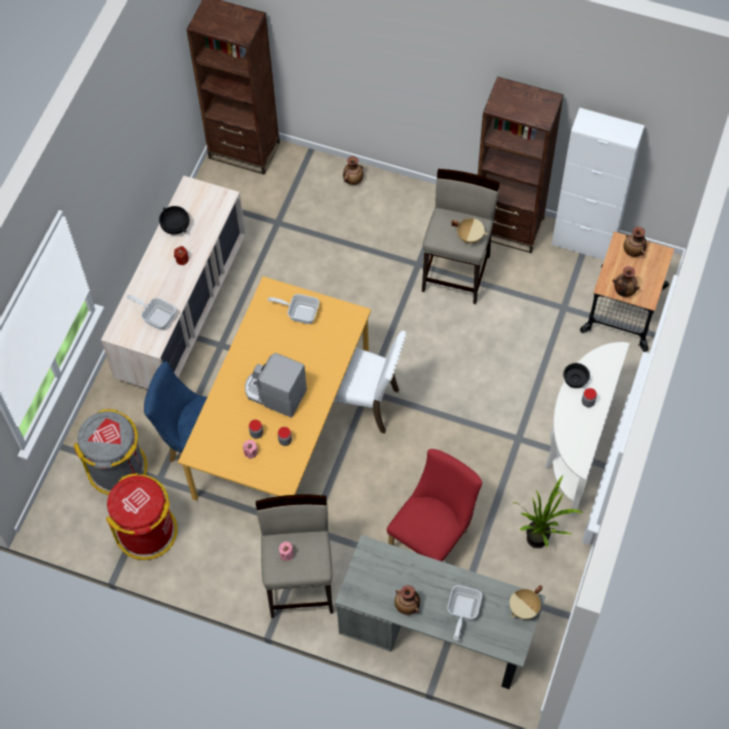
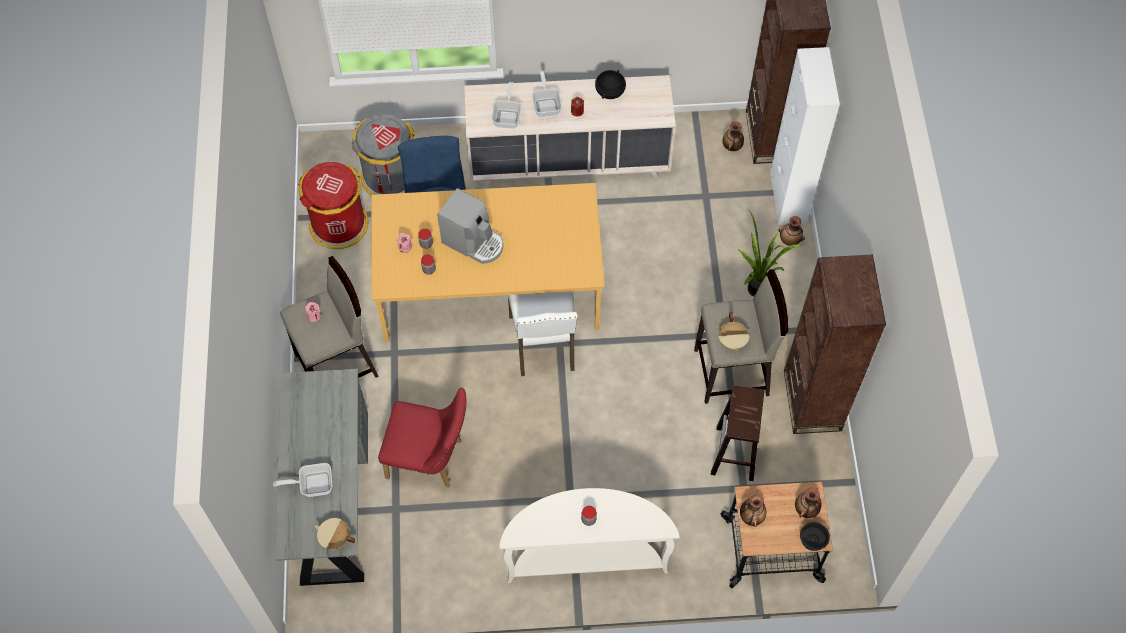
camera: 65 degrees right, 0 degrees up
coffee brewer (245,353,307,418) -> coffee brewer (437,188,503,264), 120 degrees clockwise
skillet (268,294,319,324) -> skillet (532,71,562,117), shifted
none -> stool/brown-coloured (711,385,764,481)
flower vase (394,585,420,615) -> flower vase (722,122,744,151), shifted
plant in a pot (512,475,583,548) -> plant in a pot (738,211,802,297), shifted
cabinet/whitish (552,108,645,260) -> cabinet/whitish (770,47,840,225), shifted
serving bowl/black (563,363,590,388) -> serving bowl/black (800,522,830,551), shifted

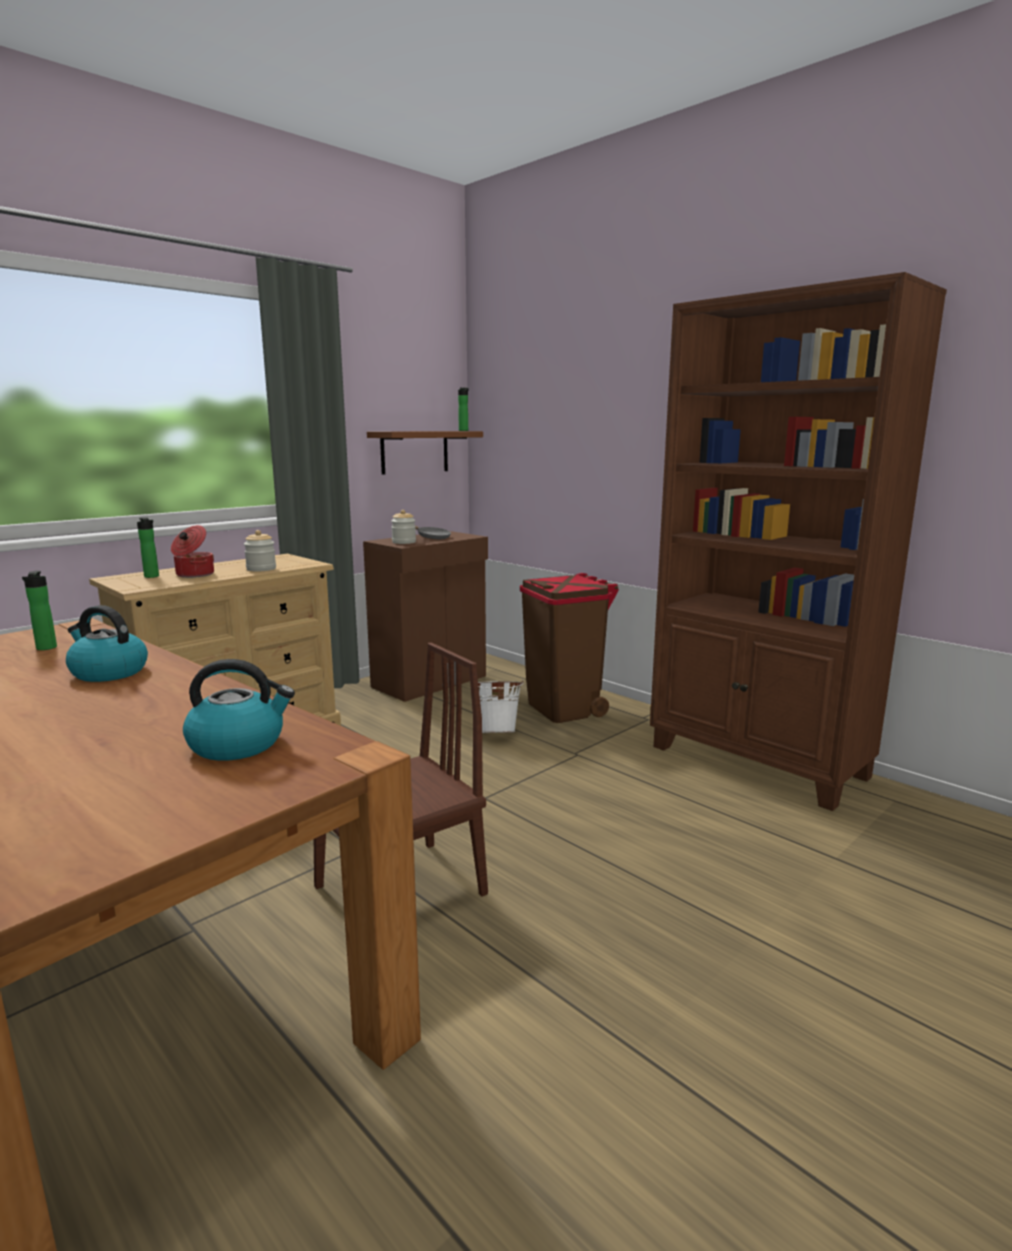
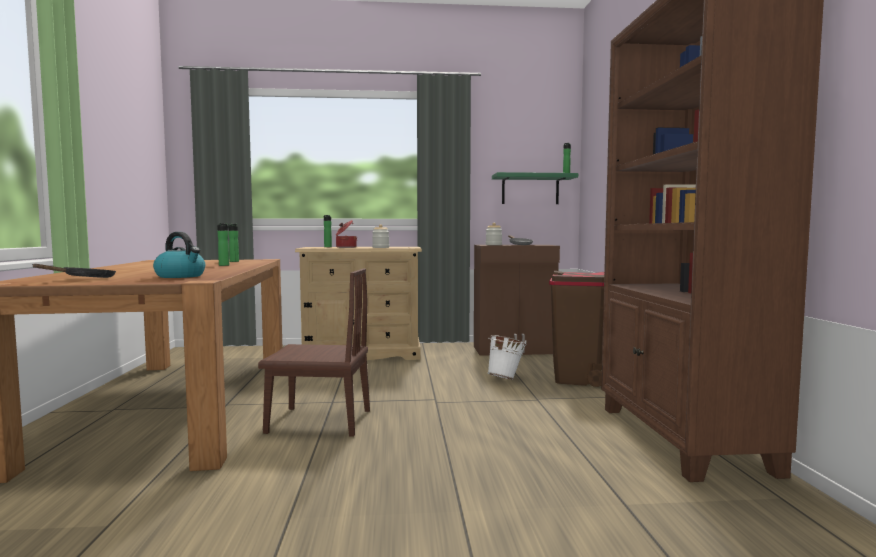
camera: 40 degrees right, 10 degrees down
none -> skillet/black (32,264,116,278)
water kettle (66,605,148,682) -> bottle (217,223,229,266)
shelf/brown-coloured (367,431,483,475) -> shelf/green-coloured (492,172,578,204)

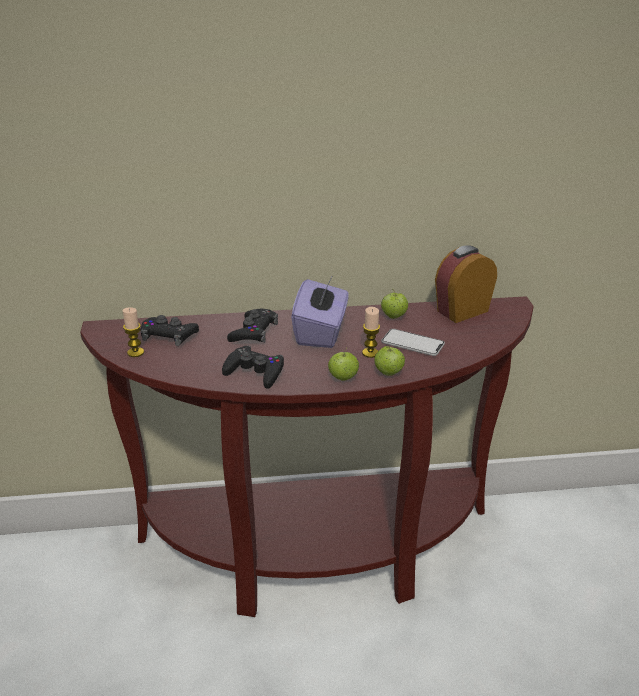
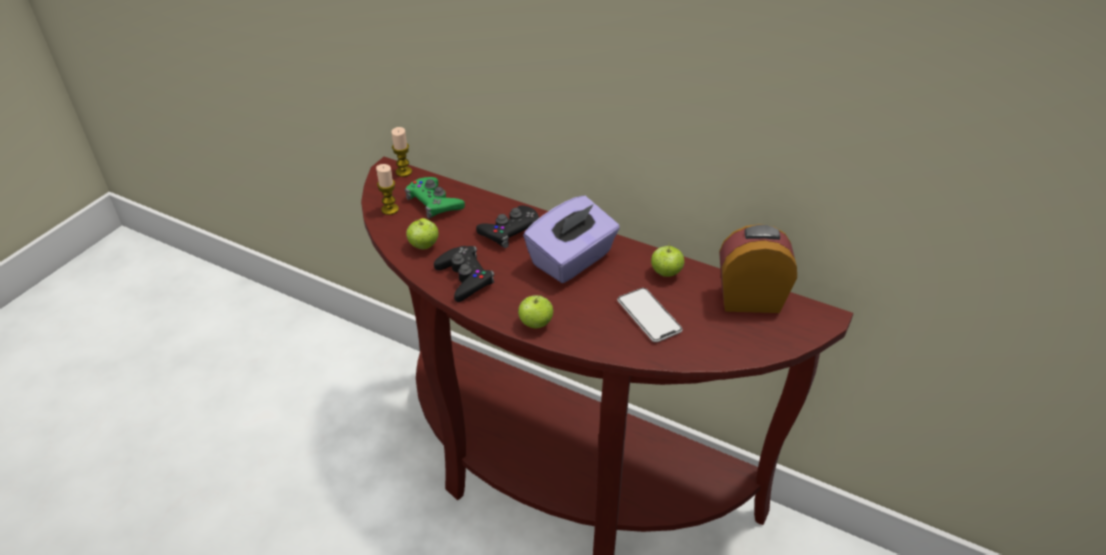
camera: 35 degrees right, 10 degrees up
candle (362,307,380,358) -> candle (391,127,412,177), shifted
joypad/black (140,315,199,346) -> joypad/green-coloured (405,177,465,219)
whole apple (374,346,405,376) -> whole apple (406,218,439,249), shifted

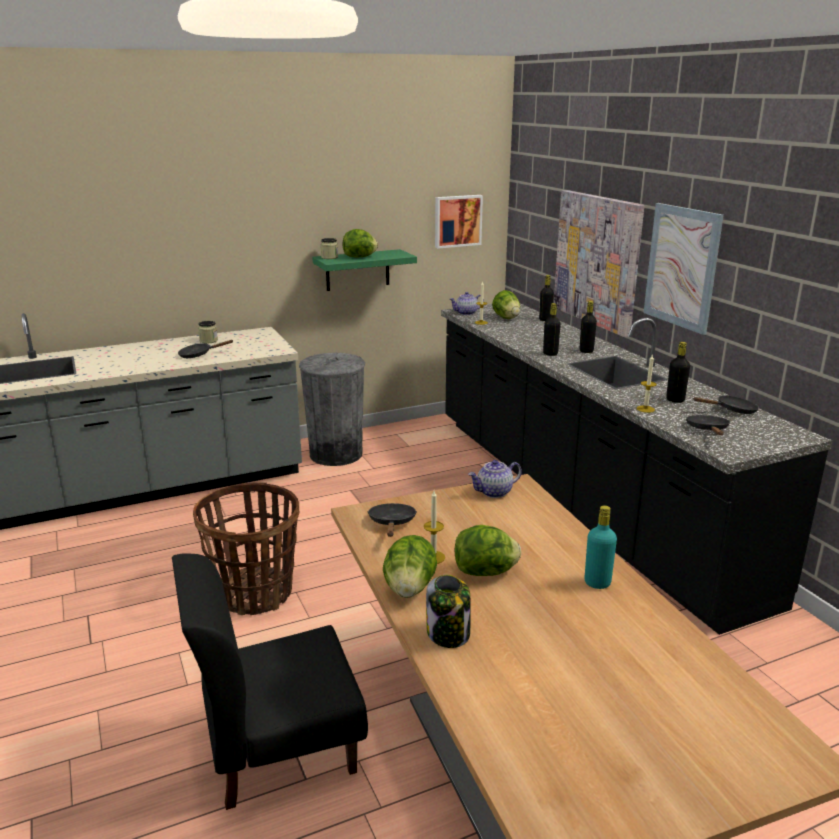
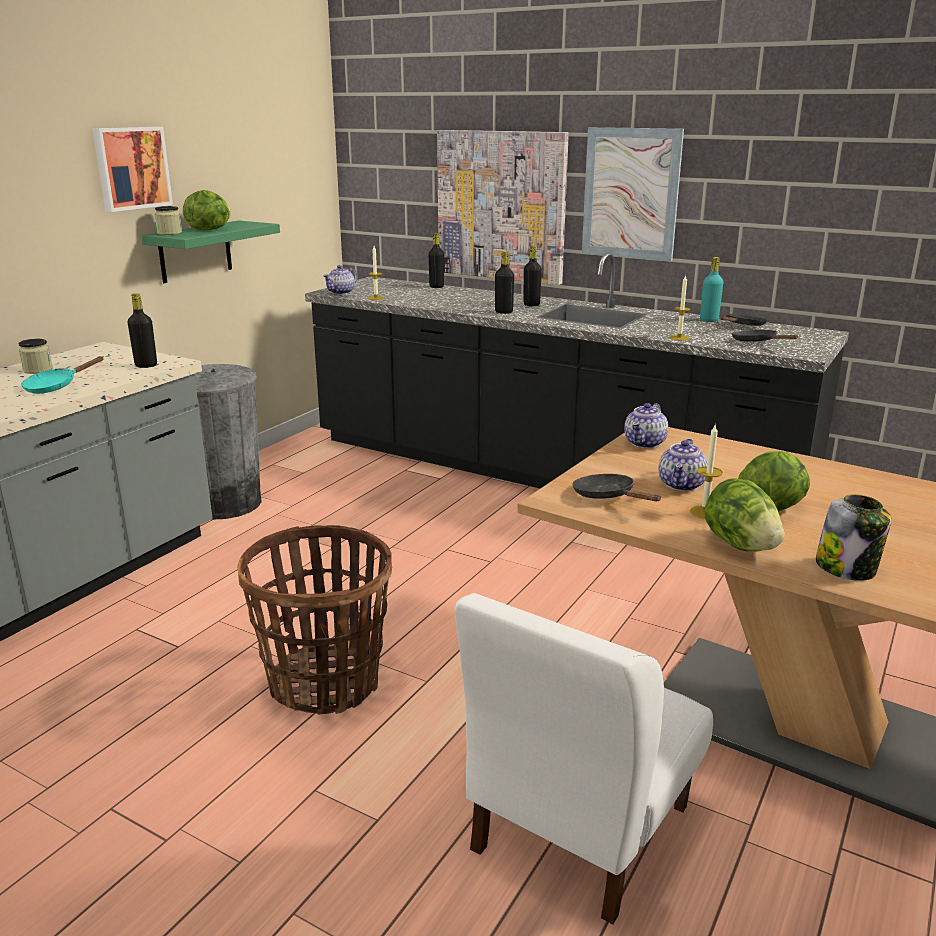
camera: 35 degrees left, 0 degrees up
skillet/black (178,340,234,358) -> skillet/turquoise (21,356,104,394)
wall picture (435,195,483,249) -> wall picture (92,127,173,212), shifted
bottle/black (666,342,690,403) -> bottle/black (128,293,157,368), shifted
plain chair/black (172,553,368,810) -> plain chair/whitish (455,593,713,924)
none -> pot for tea (659,439,708,491)
bottle/turquoise (584,505,617,589) -> bottle/turquoise (700,257,723,322), shifted
head of lettuce (492,290,520,319) -> none

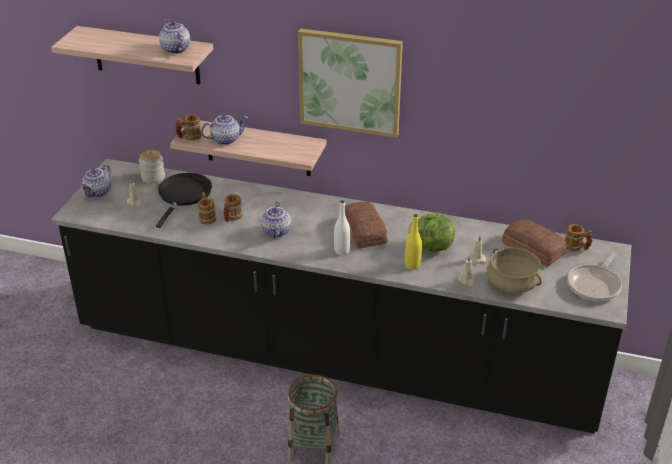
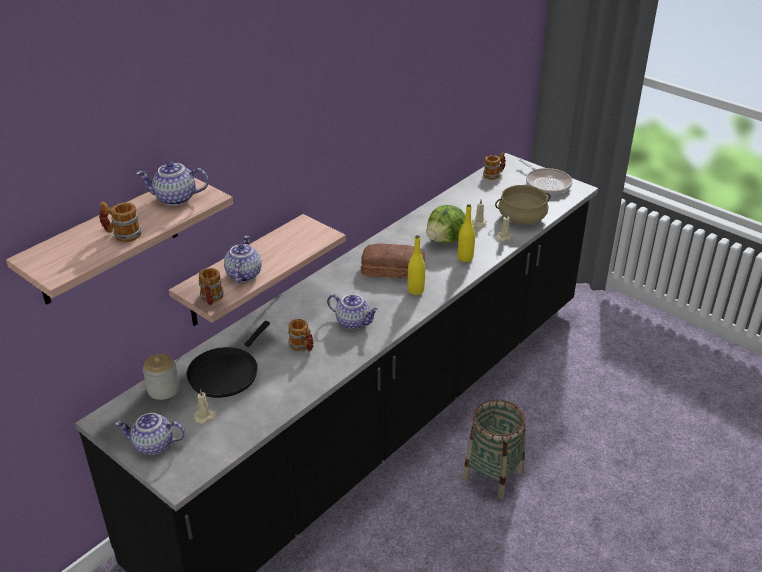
camera: 65 degrees left, 0 degrees up
mug (198,192,216,225) -> mug (99,201,141,242), shifted
pot for tea (80,164,111,198) -> pot for tea (115,413,185,455), 135 degrees clockwise
skillet/black (156,173,212,228) -> skillet/black (186,321,270,398), 105 degrees counterclockwise
bottle/whitish (334,200,350,255) -> bottle/yellowish (408,235,425,295)
wall picture (298,28,403,138) -> none
baked bread (502,219,567,267) -> none

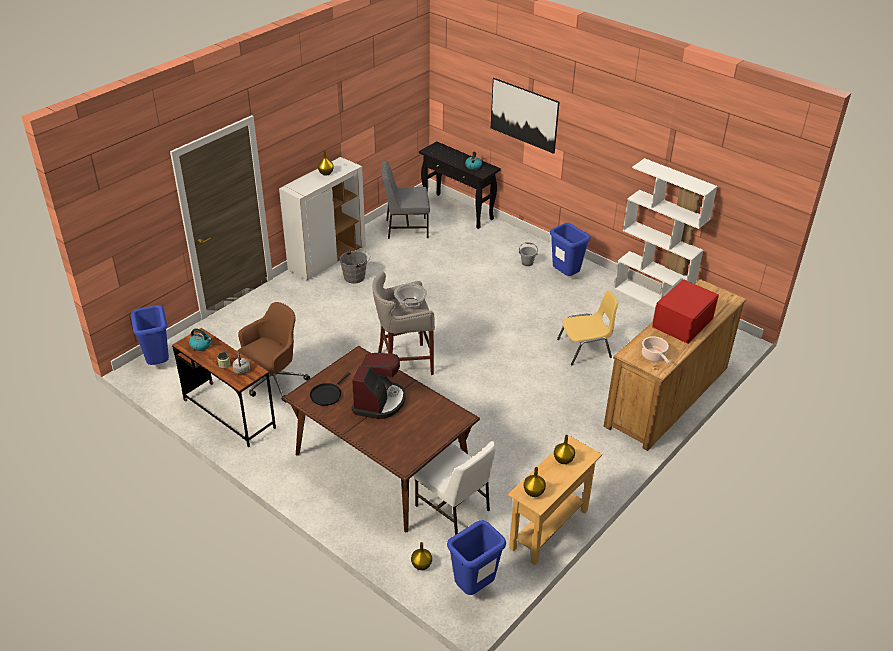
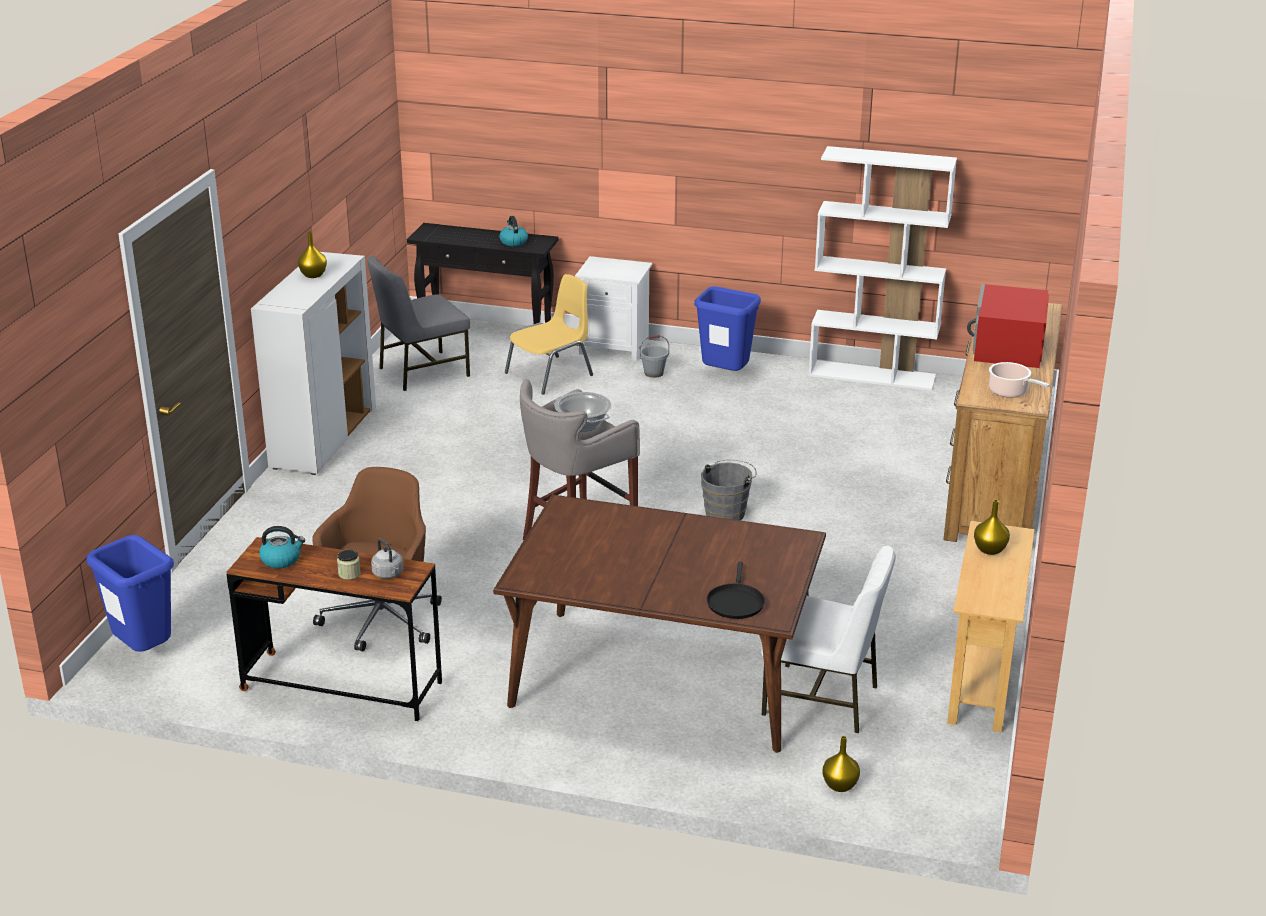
camera: 25 degrees left, 10 degrees down
plain chair/yellowish (557,290,618,365) -> plain chair/yellowish (505,274,593,395), shifted
none -> nightstand/whitish (575,256,652,361)
pail/grey (340,250,371,284) -> pail/grey (701,459,757,520), shifted
skillet/black (310,372,350,406) -> skillet/black (707,562,765,619), shifted
coffee brewer (352,353,406,419) -> none
waste bin/blue-coloured (447,520,506,595) -> none
wall picture (491,78,559,154) -> none
flower vase/yellowish (524,467,546,497) -> none

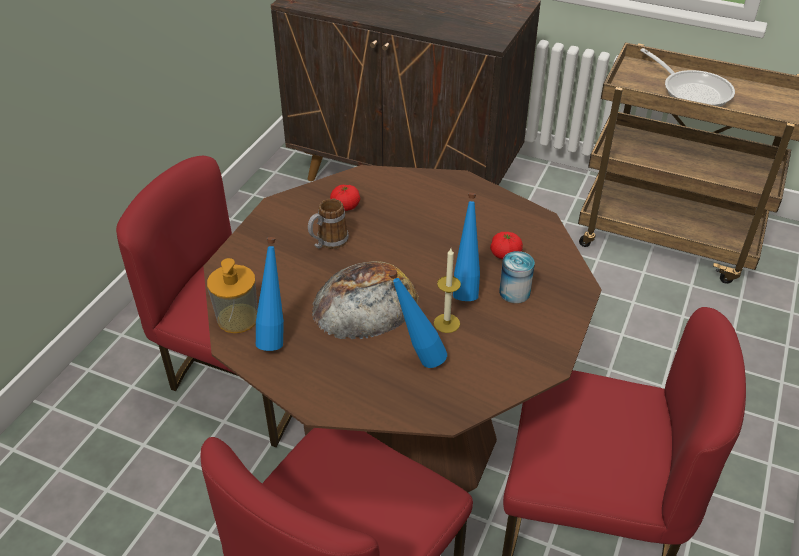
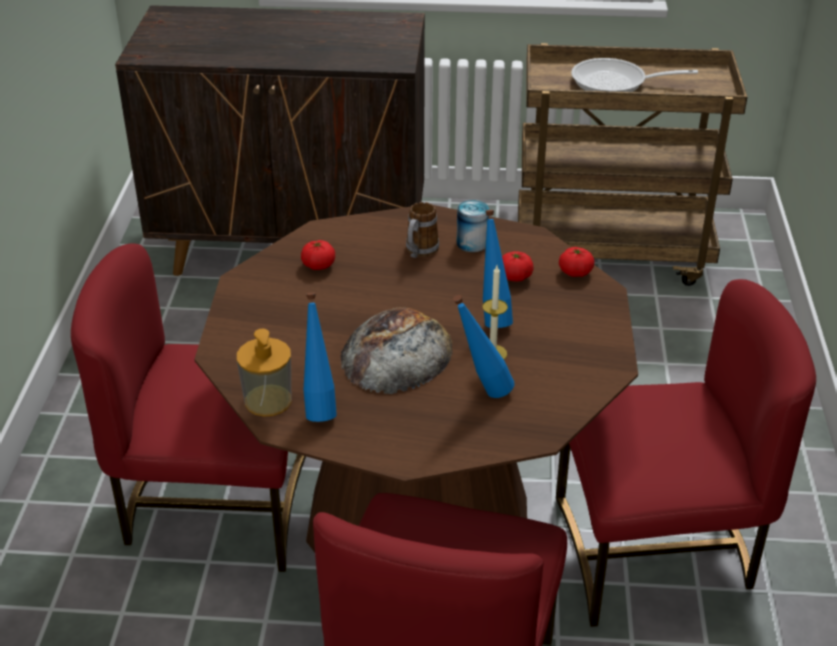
camera: 20 degrees left, 5 degrees down
mug (308,198,349,249) -> mug (406,202,439,258), shifted
can (499,251,535,303) -> can (457,200,489,252), shifted
none -> fresh tomato (559,247,594,277)
skillet (640,48,735,107) -> skillet (571,58,698,92), 150 degrees clockwise

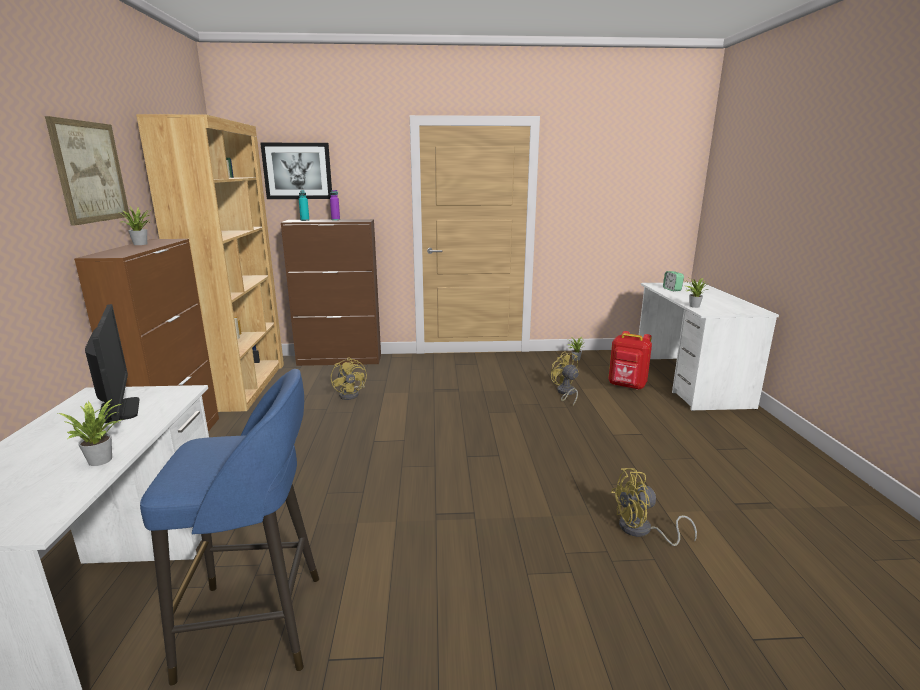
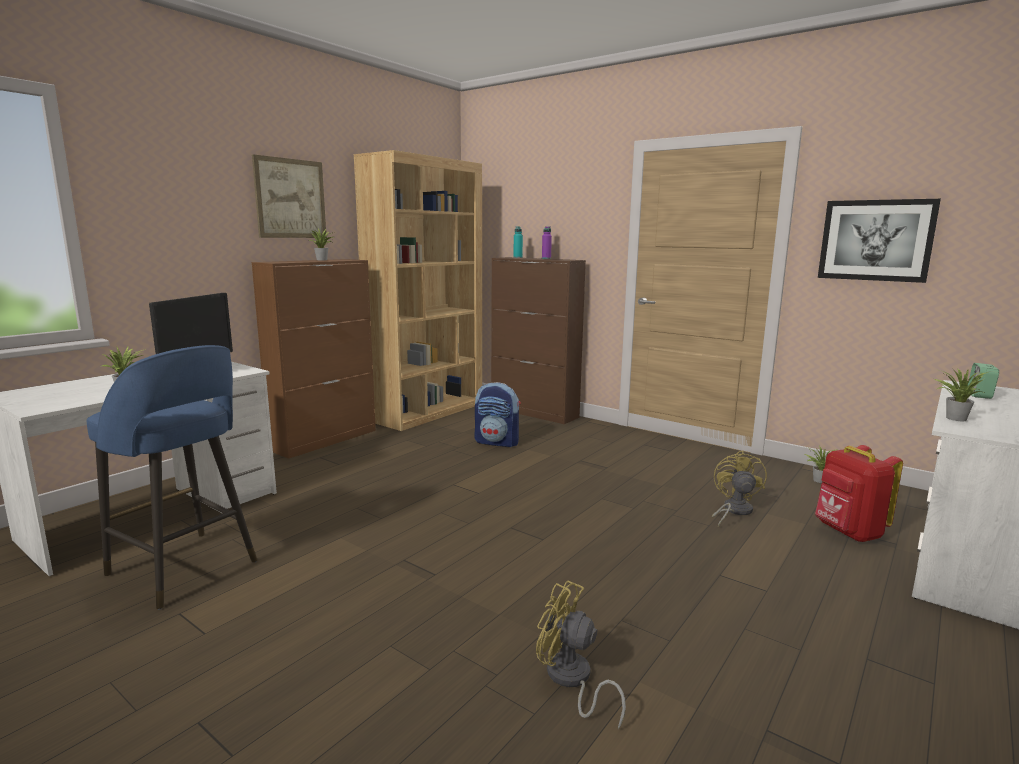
camera: 40 degrees right, 5 degrees down
fan/yellowish (331,357,367,400) -> knapsack (475,382,521,447)
wall picture (260,143,332,199) -> wall picture (818,199,941,283), shifted

